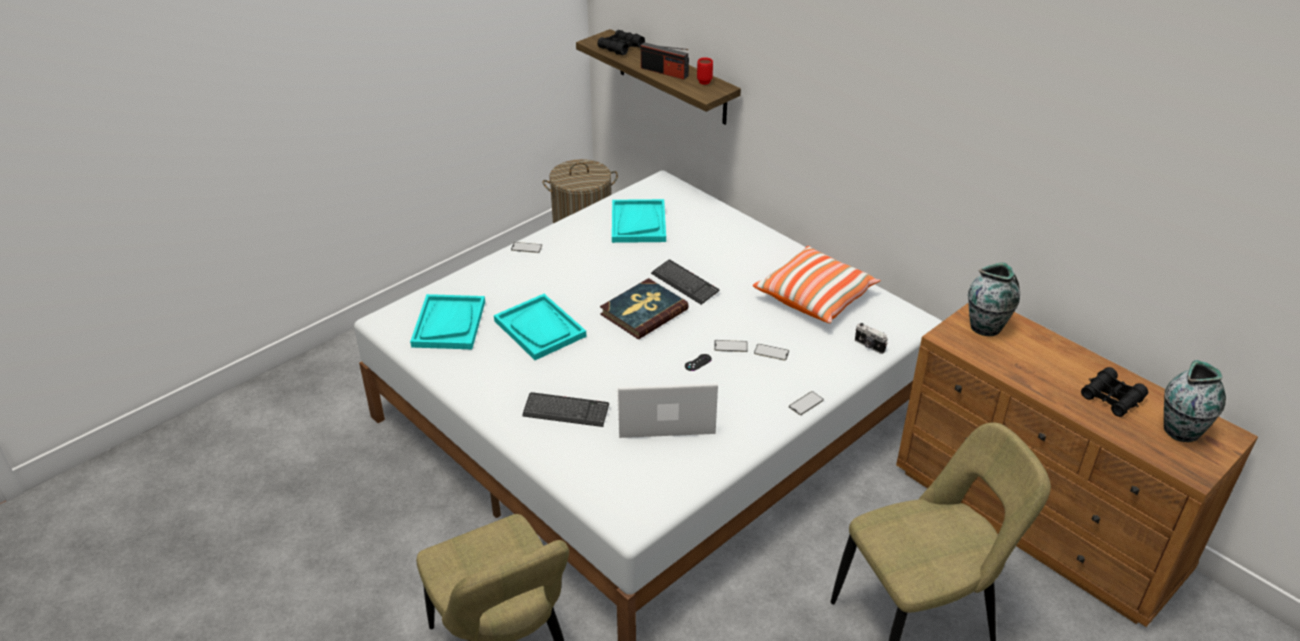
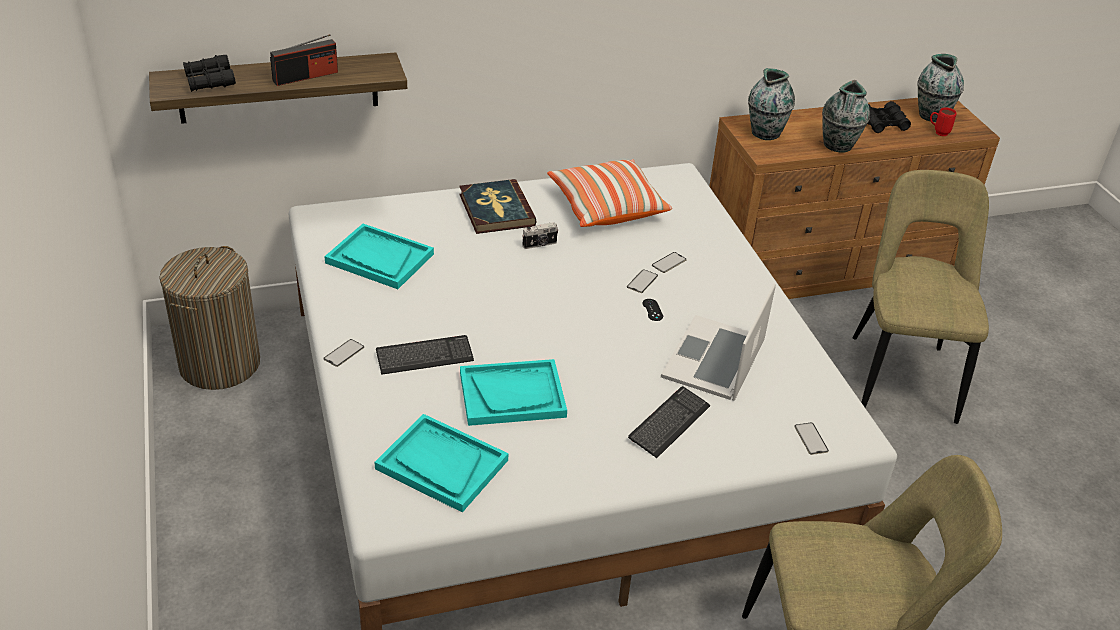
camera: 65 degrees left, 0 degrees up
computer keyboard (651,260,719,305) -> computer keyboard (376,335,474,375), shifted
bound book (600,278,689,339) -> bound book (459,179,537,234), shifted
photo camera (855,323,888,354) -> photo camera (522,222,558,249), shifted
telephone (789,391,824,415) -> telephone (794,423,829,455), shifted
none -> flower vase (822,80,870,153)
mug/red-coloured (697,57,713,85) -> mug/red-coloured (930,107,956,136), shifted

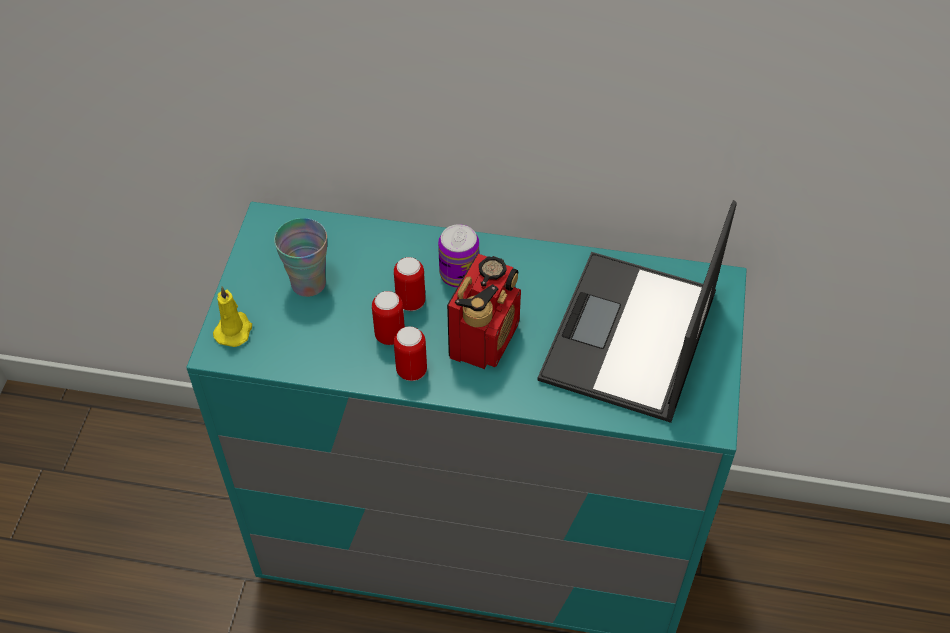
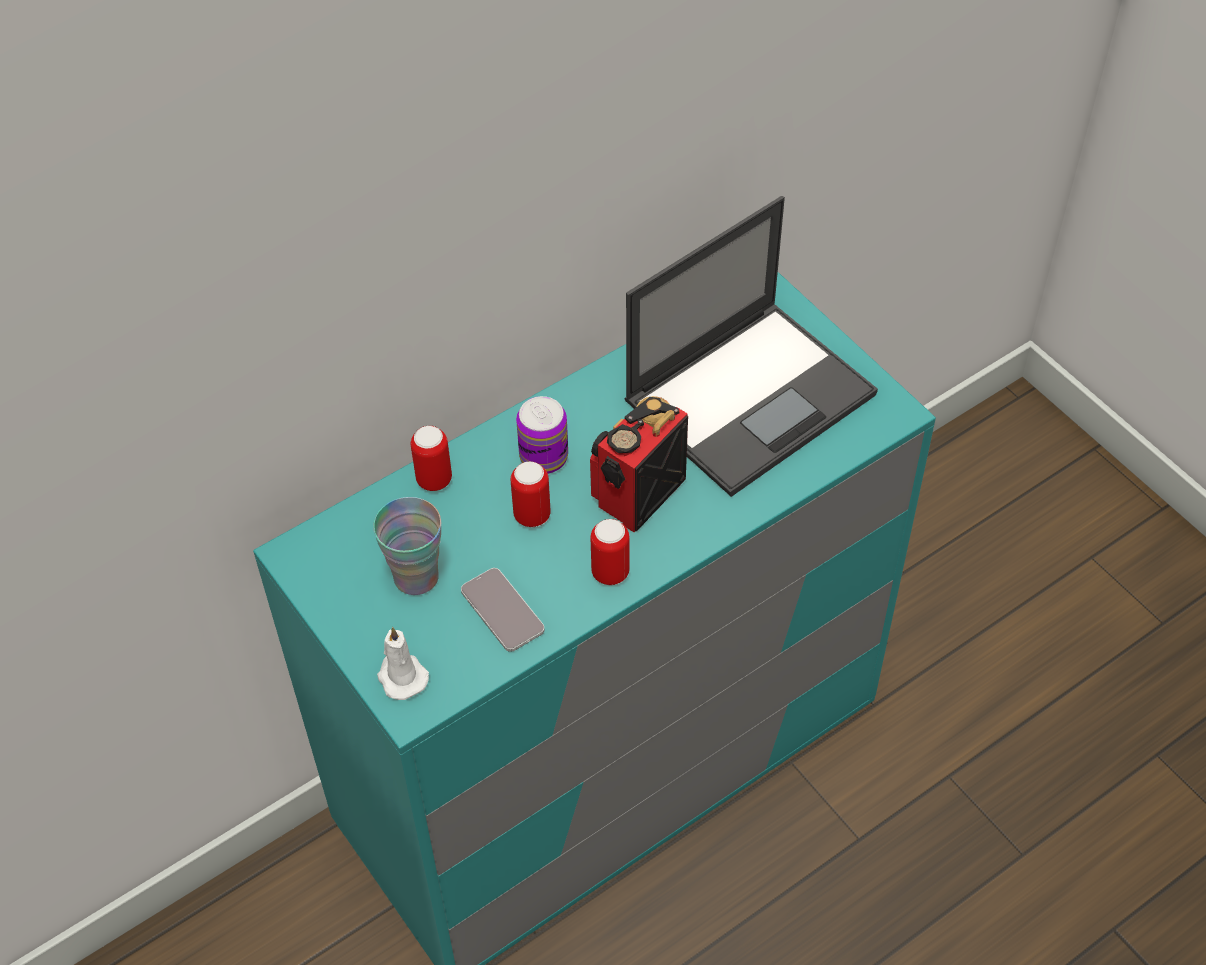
camera: 45 degrees left, 0 degrees up
candle/yellowish (213,287,252,347) -> candle/whitish (377,627,429,700)
can (372,291,405,345) -> can (411,426,452,491), shifted
none -> telephone (461,568,545,652)
radio (447,254,521,369) -> radio (590,396,688,532), 120 degrees counterclockwise
laptop (538,200,736,423) -> laptop (625,196,878,497), 105 degrees counterclockwise

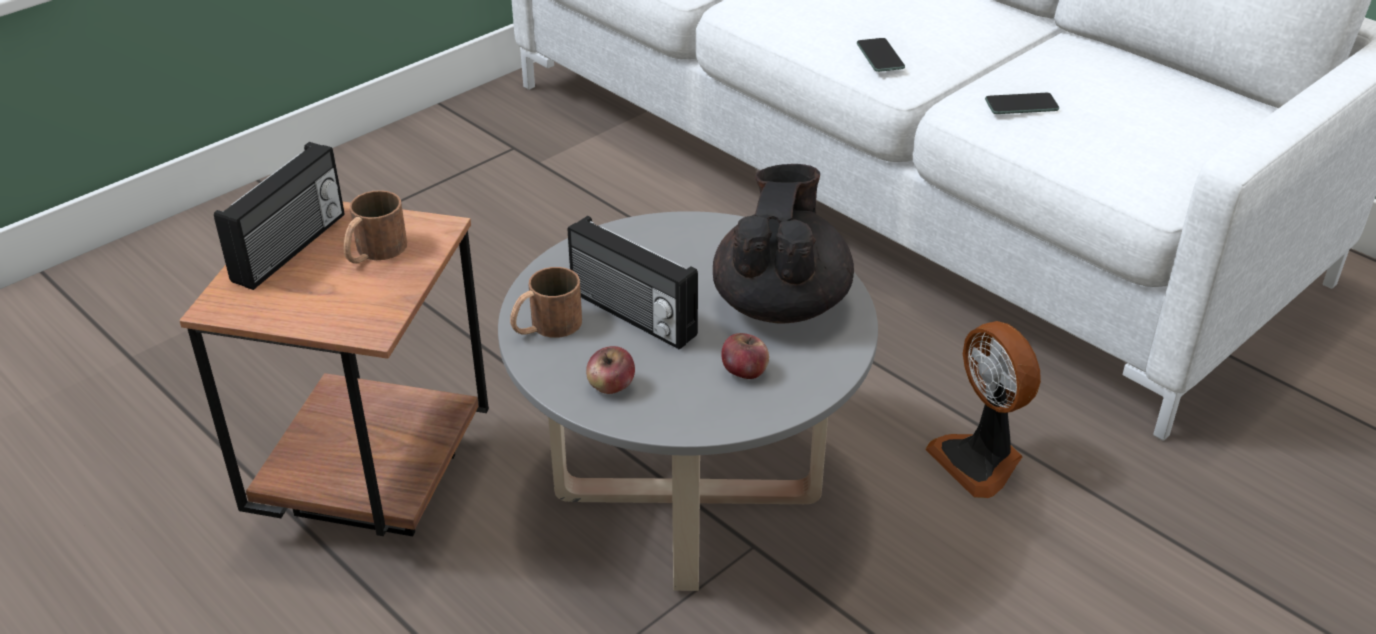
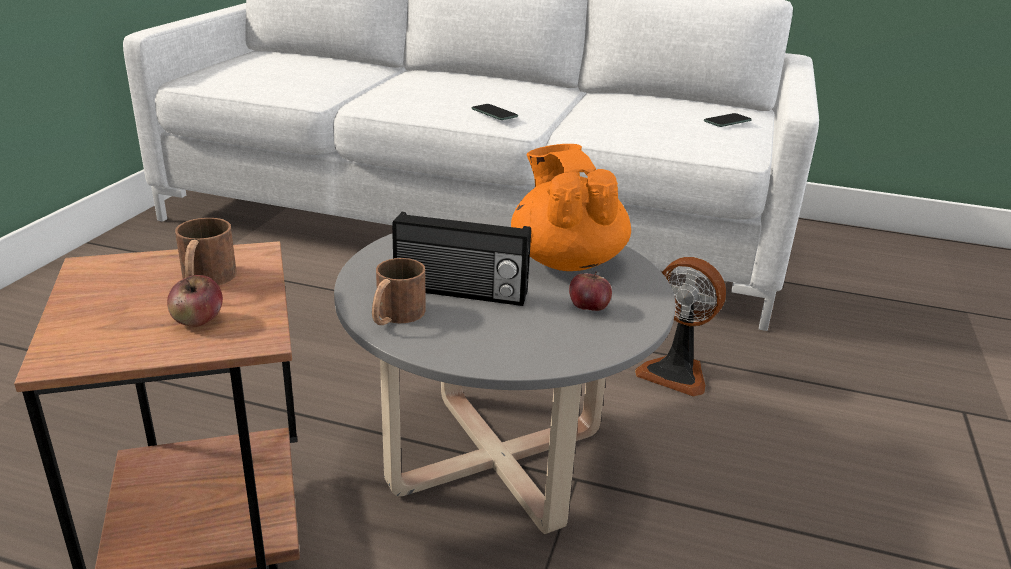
camera: 30 degrees left, 10 degrees down
whole apple (586,346,635,394) -> whole apple (167,275,223,327), shifted
pot for tea/black (713,164,854,324) -> pot for tea/orangey (511,144,631,271)
telephone (985,93,1059,114) -> telephone (704,113,752,127), shifted
radio (214,142,344,290) -> none

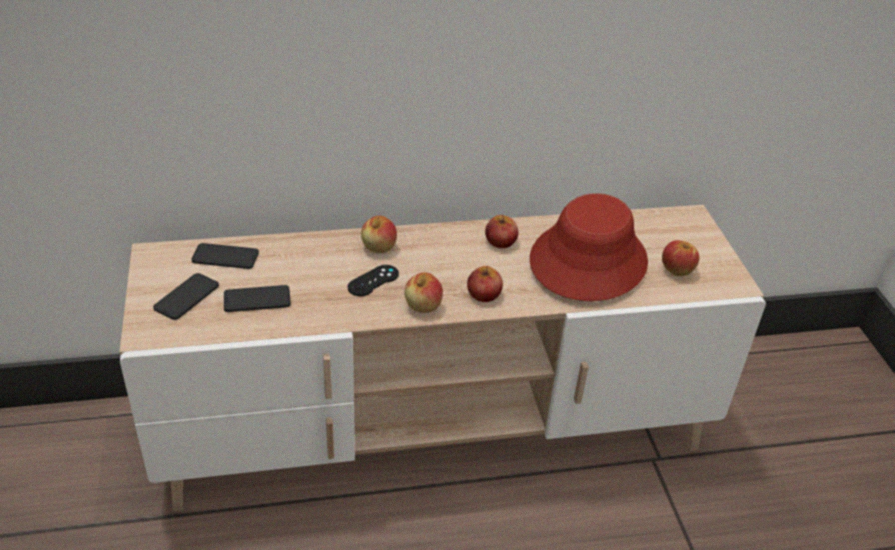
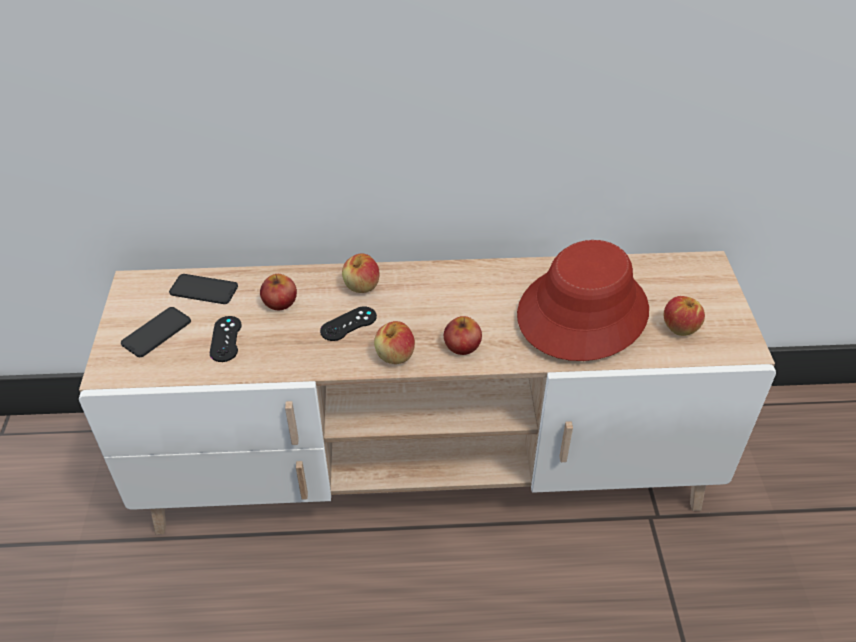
camera: 10 degrees right, 5 degrees up
telephone (224,285,291,312) -> joypad/black (210,316,242,362)
whole apple (485,214,518,248) -> whole apple (260,274,297,310), shifted

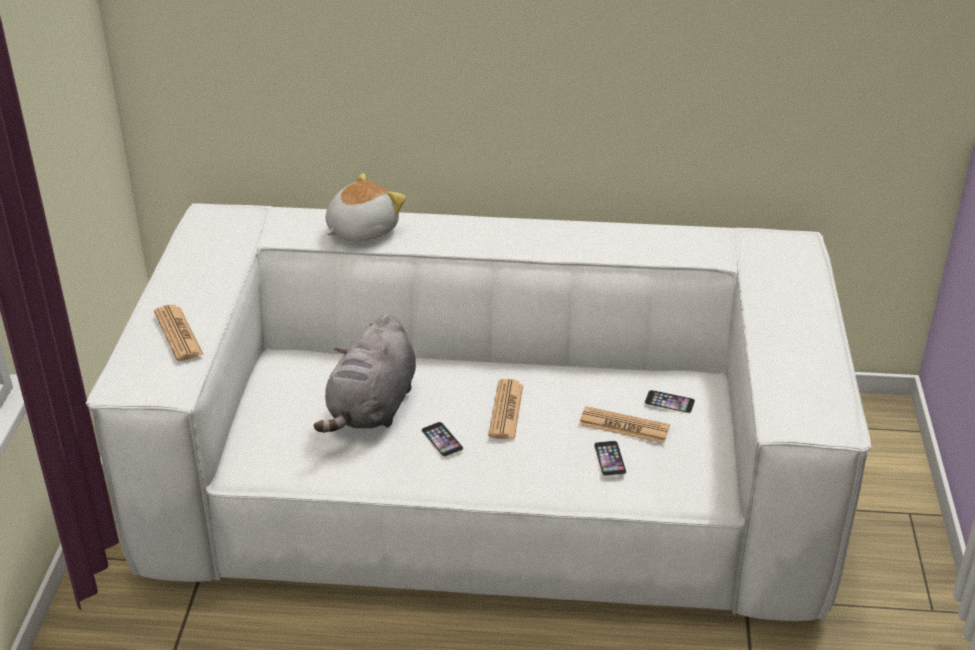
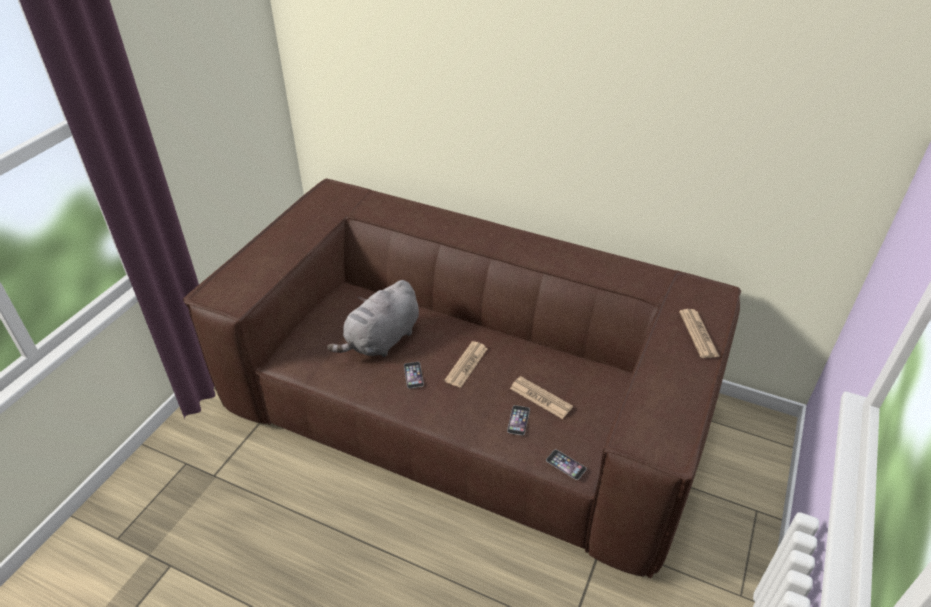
camera: 20 degrees right, 5 degrees up
sofa/whitish (86,203,871,621) -> sofa/brown-coloured (182,178,741,578)
telephone (645,390,695,413) -> telephone (546,449,587,480), shifted
daily paper (154,305,204,361) -> daily paper (679,309,720,358), shifted
plush toy (326,173,406,242) -> none

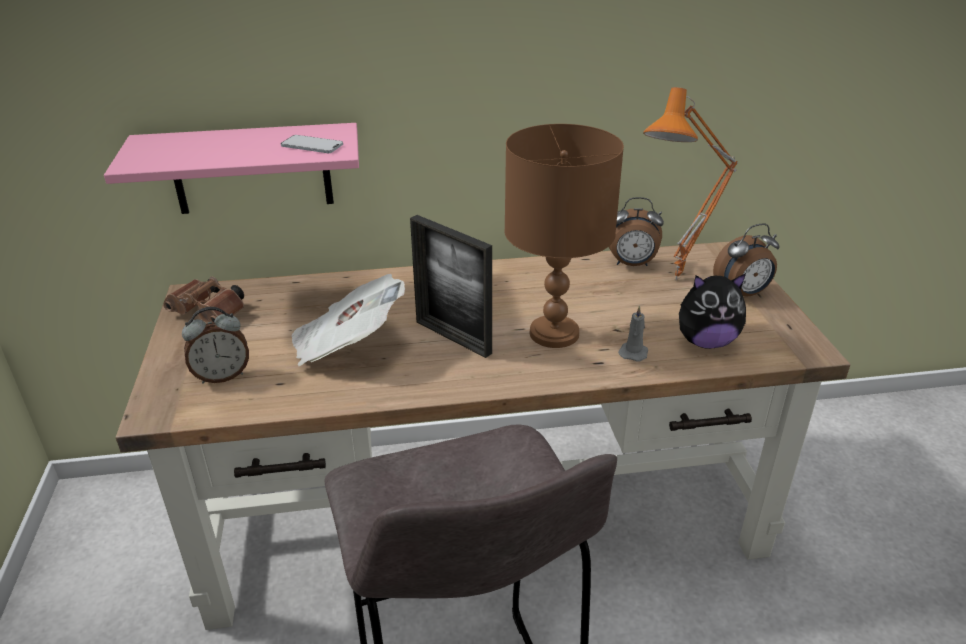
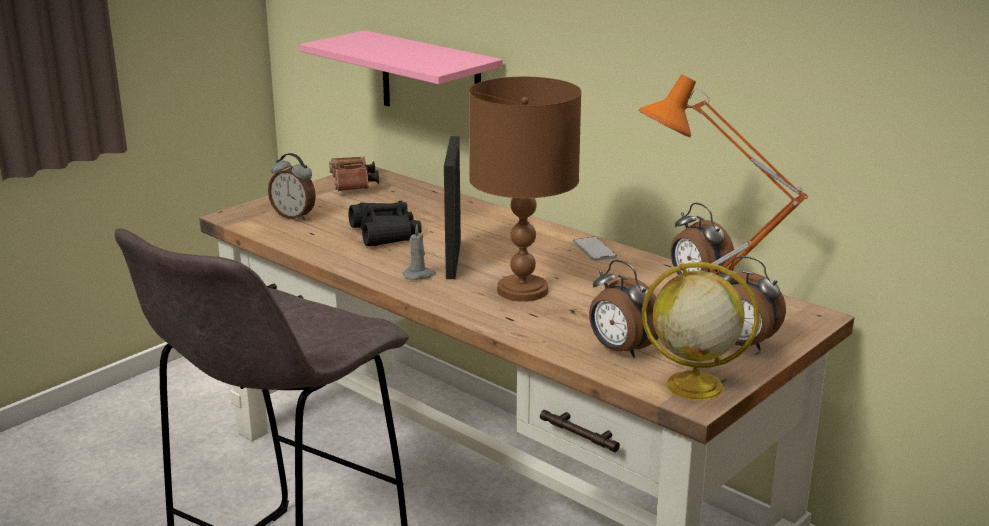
camera: 50 degrees right, 10 degrees down
daily paper (291,274,405,366) -> binoculars/black (349,201,422,246)
candle/grey (618,305,648,362) -> candle/grey (403,225,436,280), shifted
telephone (281,135,343,153) -> telephone (574,237,617,261), shifted
plush toy (679,273,746,349) -> bedside clock (589,260,659,358)
none -> globe (642,262,760,401)

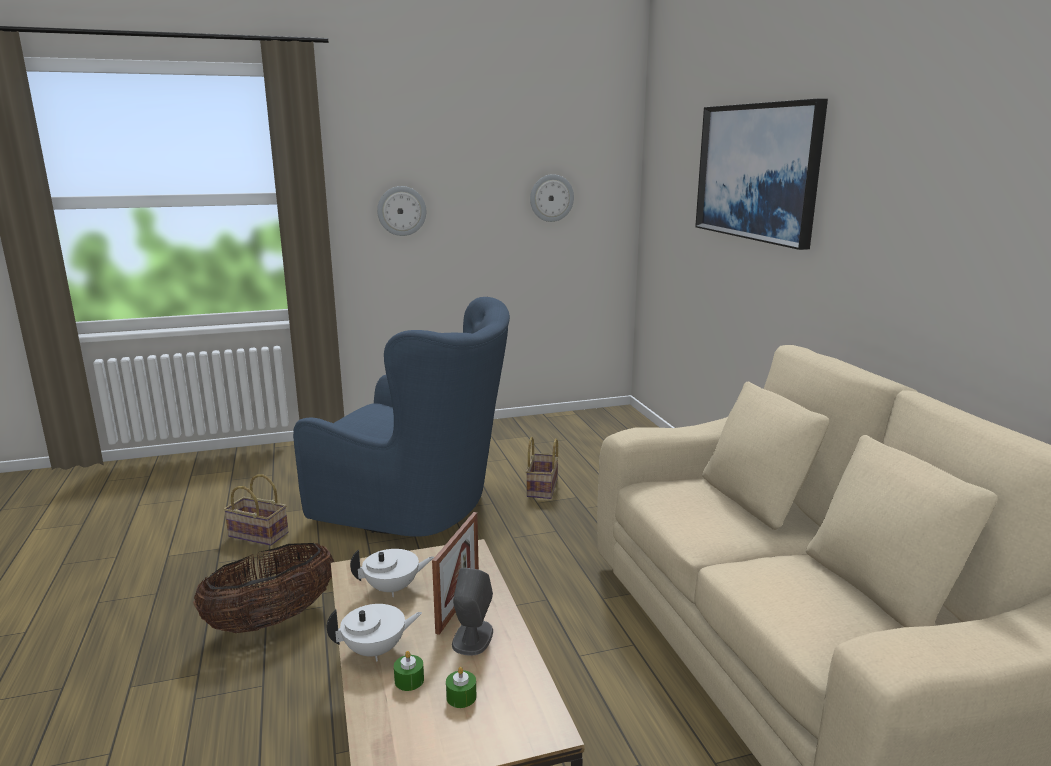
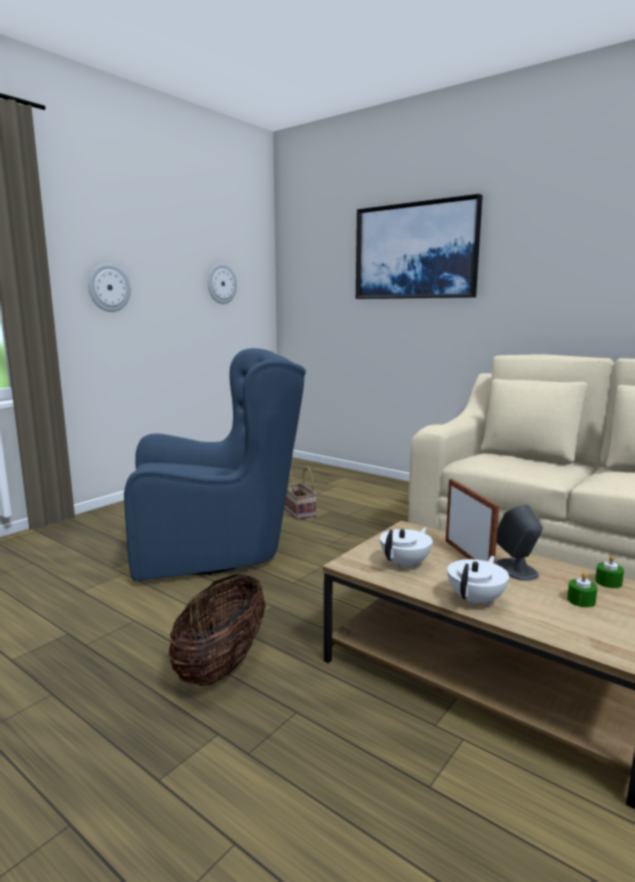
camera: 35 degrees left, 5 degrees down
candle/green-coloured (394,651,424,691) -> candle/green-coloured (595,555,624,588), shifted
household basket (223,474,289,546) -> none

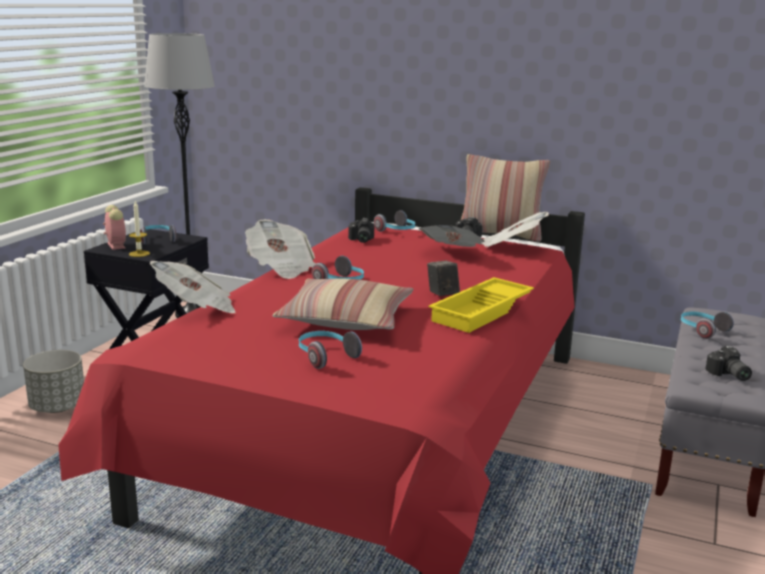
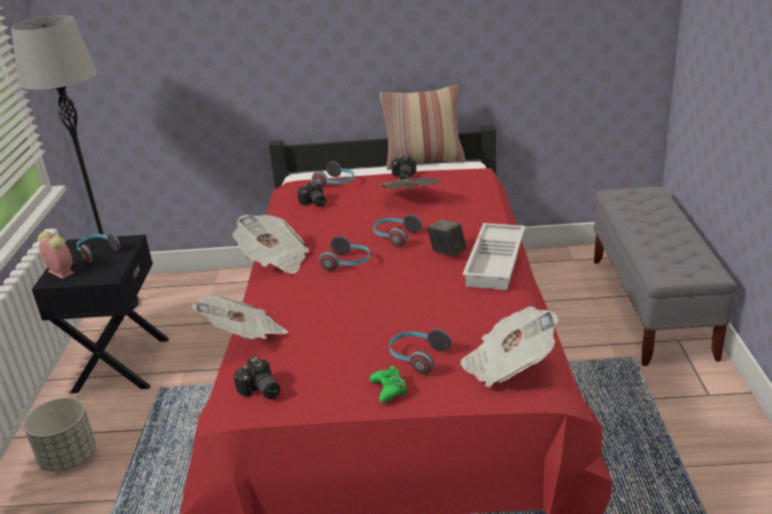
camera: 20 degrees left, 10 degrees up
photo camera (706,346,752,381) -> photo camera (233,356,280,399), shifted
none -> joypad/green-coloured (370,366,407,403)
headset (681,311,734,339) -> headset (373,214,422,247), shifted
daily paper (482,212,549,248) -> daily paper (460,306,559,387), shifted
serving tray/yellowish (428,277,534,333) -> serving tray/whitish (462,223,525,290)
candle (129,200,150,257) -> none
pillow (272,278,414,330) -> none

